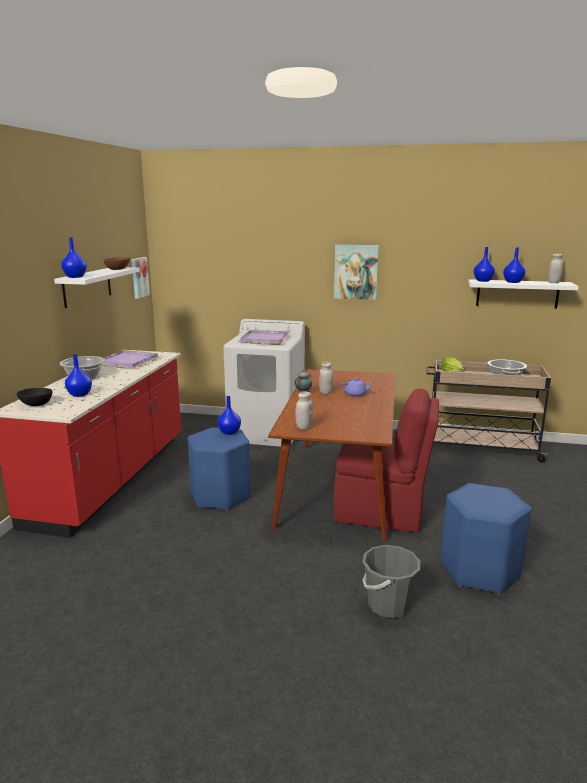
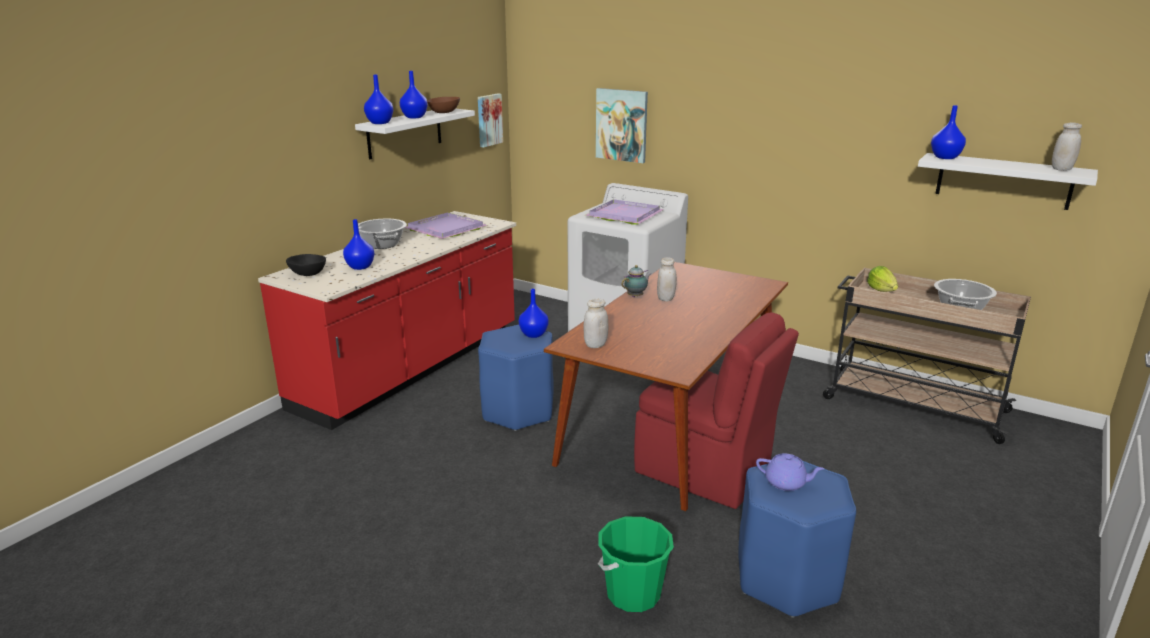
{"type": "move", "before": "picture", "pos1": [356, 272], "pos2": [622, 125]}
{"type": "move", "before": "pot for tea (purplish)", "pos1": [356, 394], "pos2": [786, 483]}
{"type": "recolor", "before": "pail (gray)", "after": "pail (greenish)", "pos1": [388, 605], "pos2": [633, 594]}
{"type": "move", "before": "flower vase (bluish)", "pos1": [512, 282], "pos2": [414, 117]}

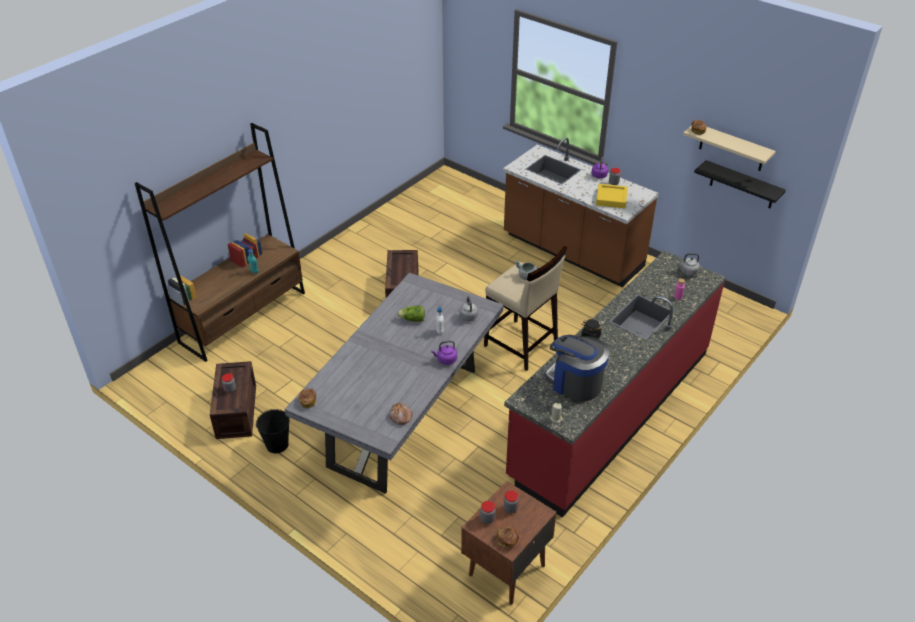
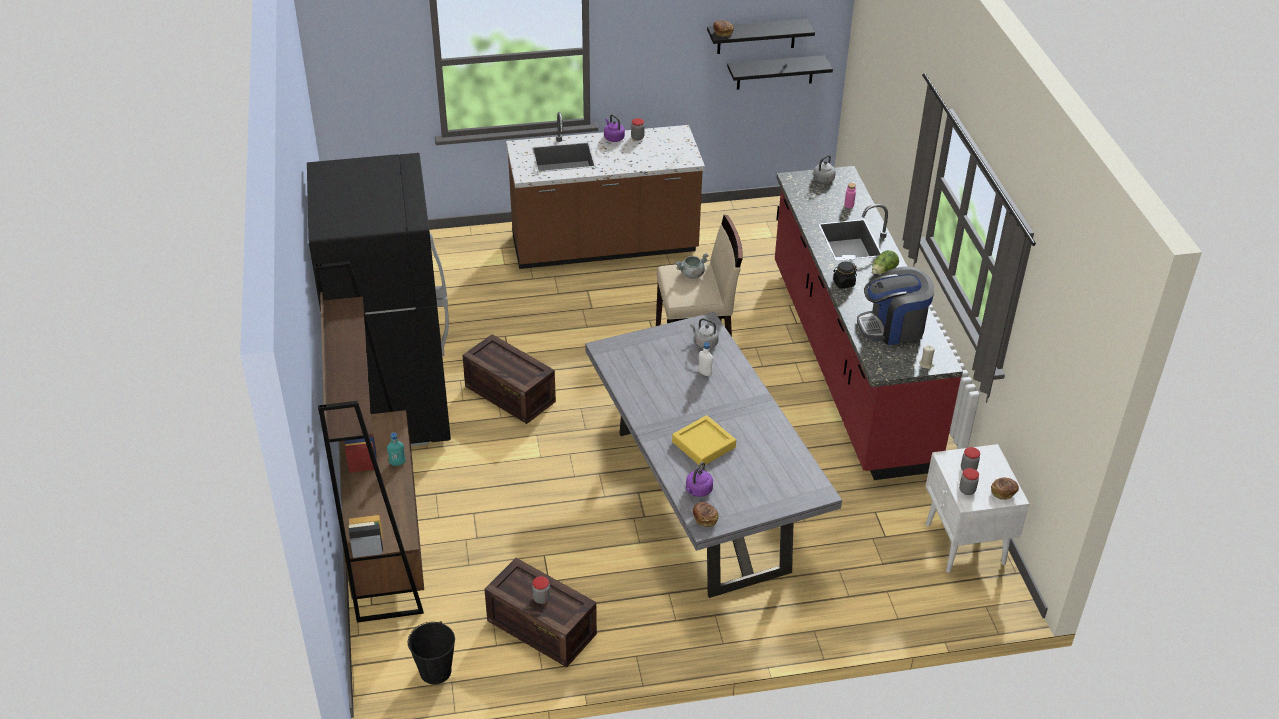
{"type": "move", "before": "pail (blackish)", "pos1": [277, 445], "pos2": [436, 671]}
{"type": "delete", "before": "bread", "pos1": [400, 416]}
{"type": "move", "before": "head of lettuce", "pos1": [412, 319], "pos2": [883, 271]}
{"type": "move", "before": "water kettle (purplish)", "pos1": [445, 360], "pos2": [698, 491]}
{"type": "recolor", "before": "nightstand (brown-coloured)", "after": "nightstand (whitish)", "pos1": [505, 570], "pos2": [964, 544]}
{"type": "move", "before": "tray (yellow)", "pos1": [611, 199], "pos2": [703, 444]}
{"type": "recolor", "before": "shelf (beige)", "after": "shelf (blackish)", "pos1": [732, 148], "pos2": [756, 36]}
{"type": "insert", "after": "refrigerator (blackish)", "pos2": [394, 408]}

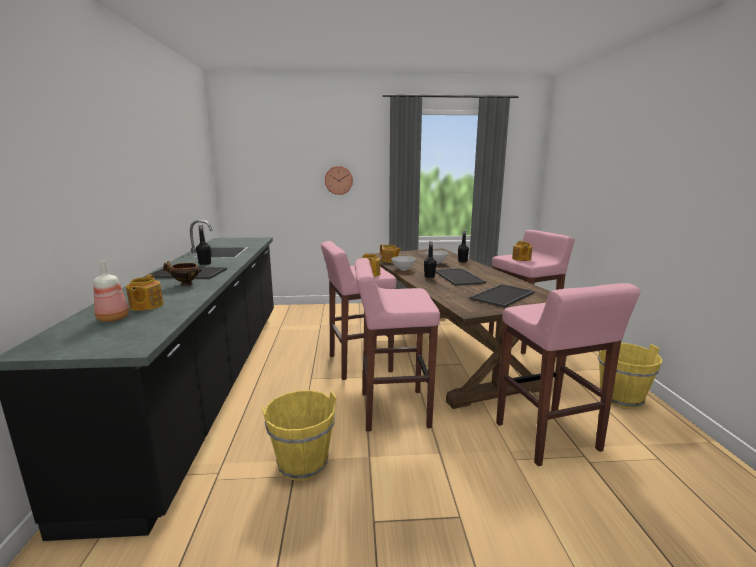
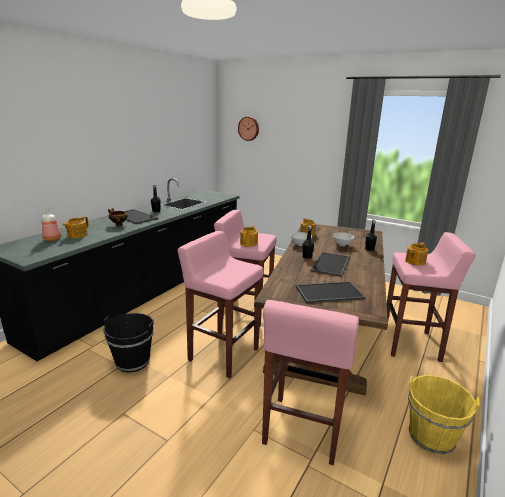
{"type": "recolor", "before": "pail (yellow)", "after": "pail (blackish)", "pos1": [303, 463], "pos2": [133, 361]}
{"type": "move", "before": "wall clock", "pos1": [338, 180], "pos2": [249, 128]}

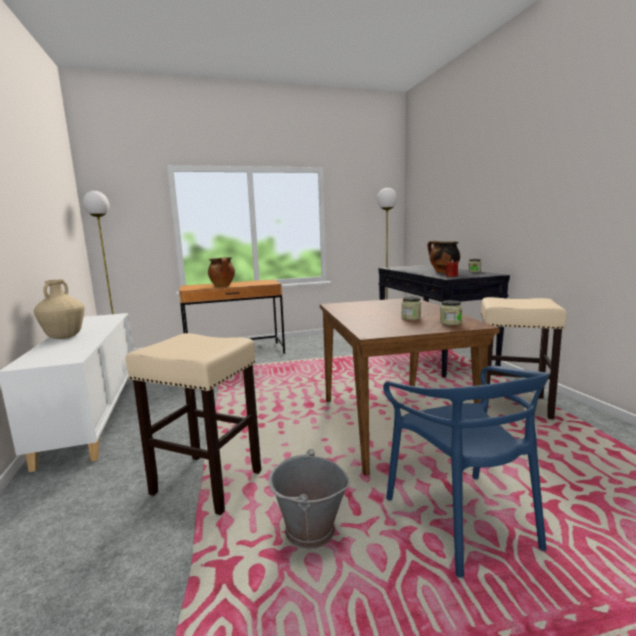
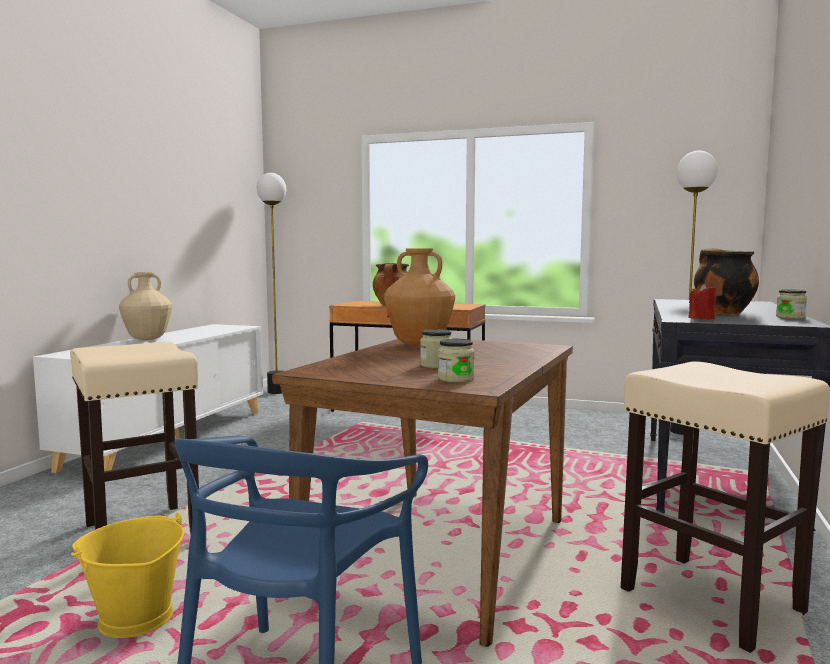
{"type": "recolor", "before": "pail (gray)", "after": "pail (yellow)", "pos1": [309, 531], "pos2": [135, 619]}
{"type": "insert", "after": "flower vase (brown-coloured)", "pos2": [418, 345]}

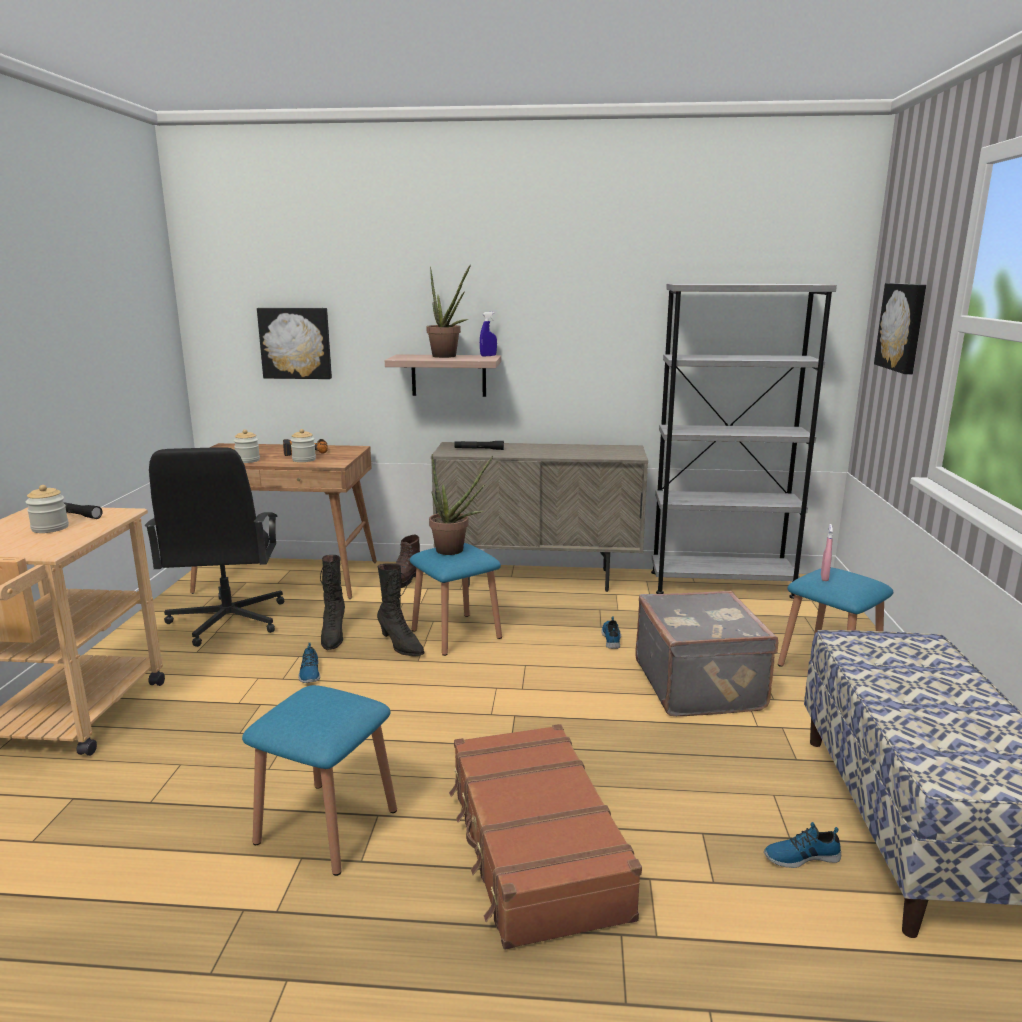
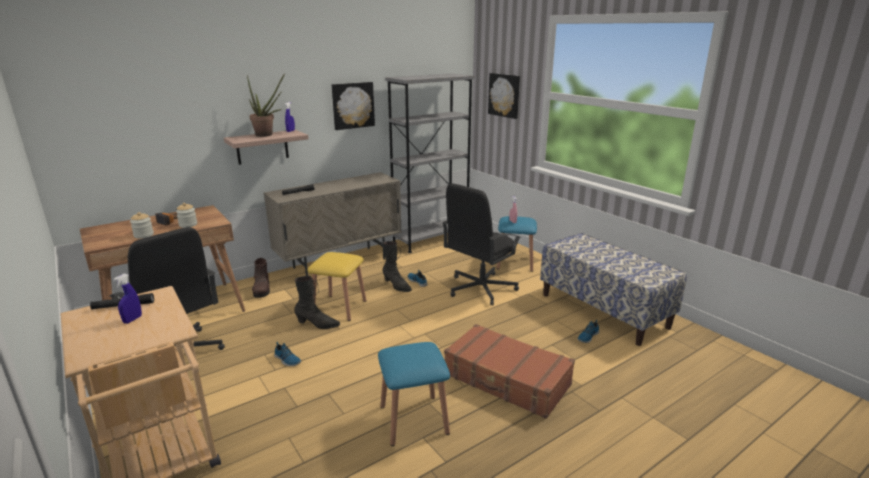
{"type": "replace", "before": "jar", "after": "hand sprayer (bluish)", "pos1": [50, 528], "pos2": [132, 319]}
{"type": "move", "before": "picture", "pos1": [296, 343], "pos2": [352, 105]}
{"type": "move", "before": "tall boot (blackish)", "pos1": [333, 636], "pos2": [396, 286]}
{"type": "recolor", "before": "sitting stool (bluish)", "after": "sitting stool (yellow)", "pos1": [456, 634], "pos2": [339, 307]}
{"type": "delete", "before": "potted plant", "pos1": [455, 551]}
{"type": "replace", "before": "piece of luggage (gray)", "after": "computer chair (blackish)", "pos1": [700, 685], "pos2": [480, 288]}

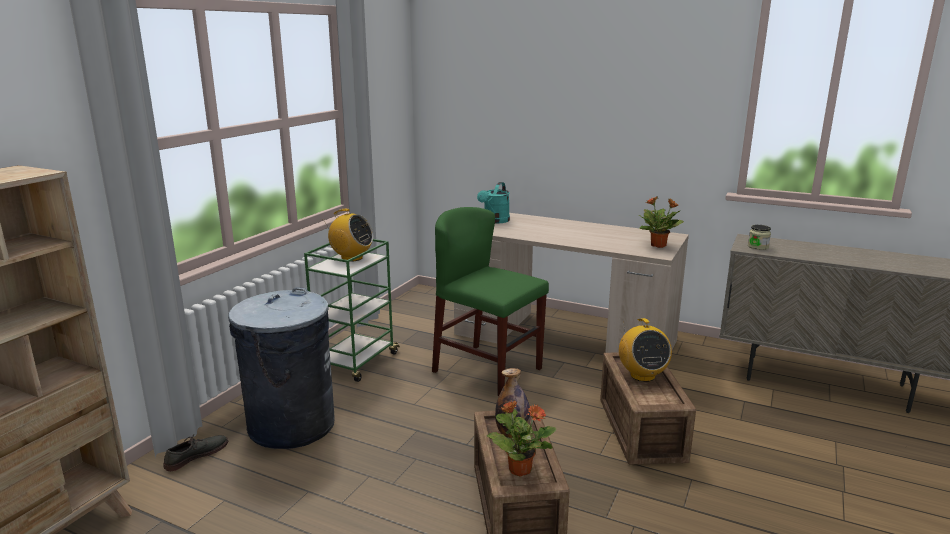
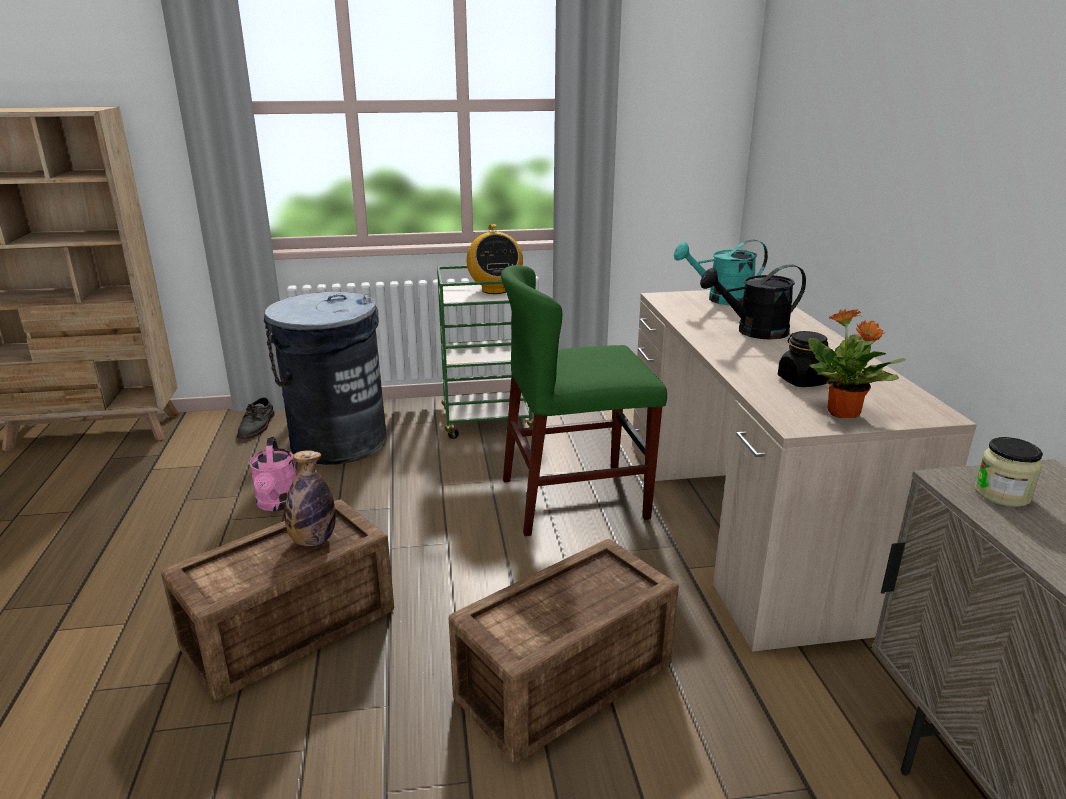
{"type": "rotate", "before": "low shoe (gray)", "pos1": [196, 455], "pos2": [257, 426], "turn": 90}
{"type": "rotate", "before": "plain chair (greenish)", "pos1": [487, 370], "pos2": [574, 498], "turn": -105}
{"type": "delete", "before": "potted plant", "pos1": [519, 469]}
{"type": "delete", "before": "radio receiver", "pos1": [642, 375]}
{"type": "insert", "after": "watering pot (pinkish)", "pos2": [278, 504]}
{"type": "insert", "after": "watering pot (blackish)", "pos2": [753, 332]}
{"type": "insert", "after": "jar (blackish)", "pos2": [802, 381]}

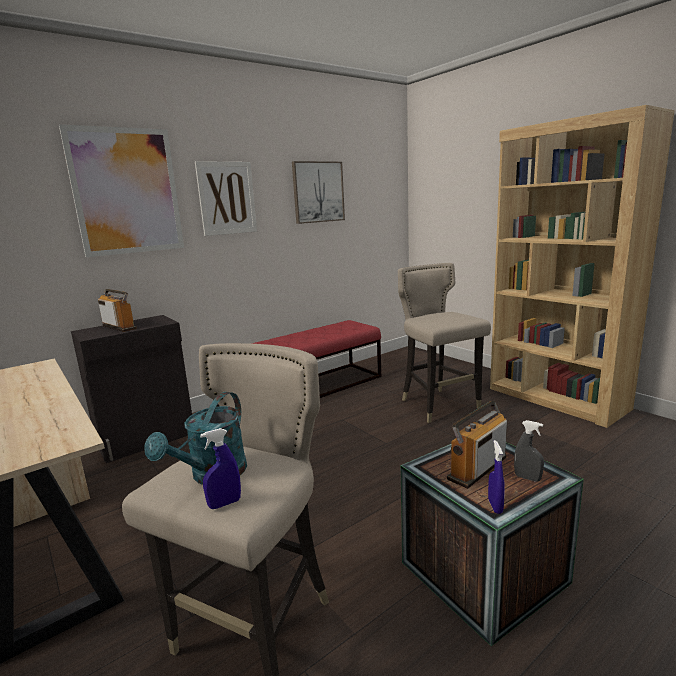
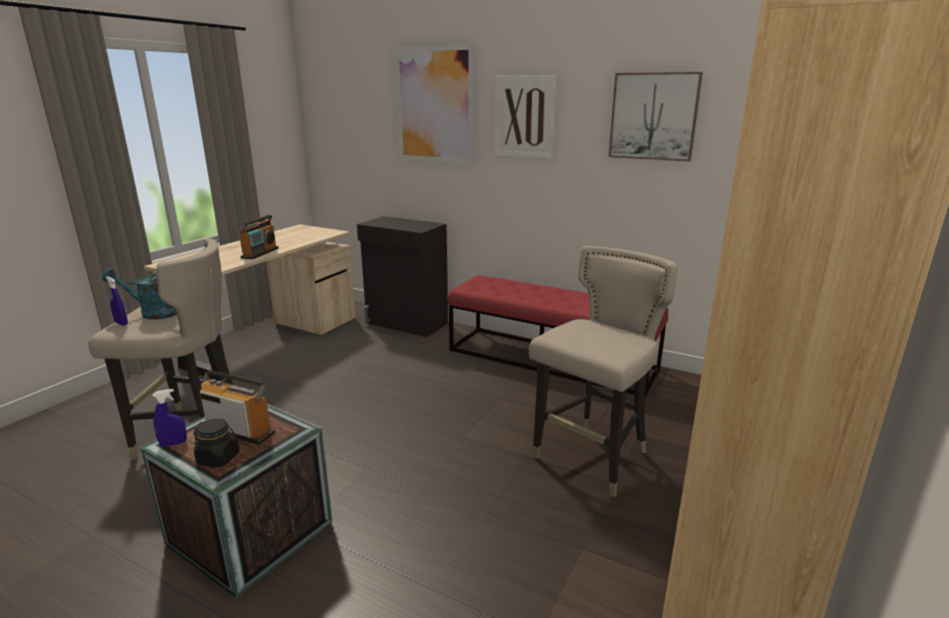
{"type": "move", "before": "radio receiver", "pos1": [119, 327], "pos2": [260, 253]}
{"type": "replace", "before": "hand sprayer (gray)", "after": "jar (blackish)", "pos1": [527, 478], "pos2": [218, 458]}

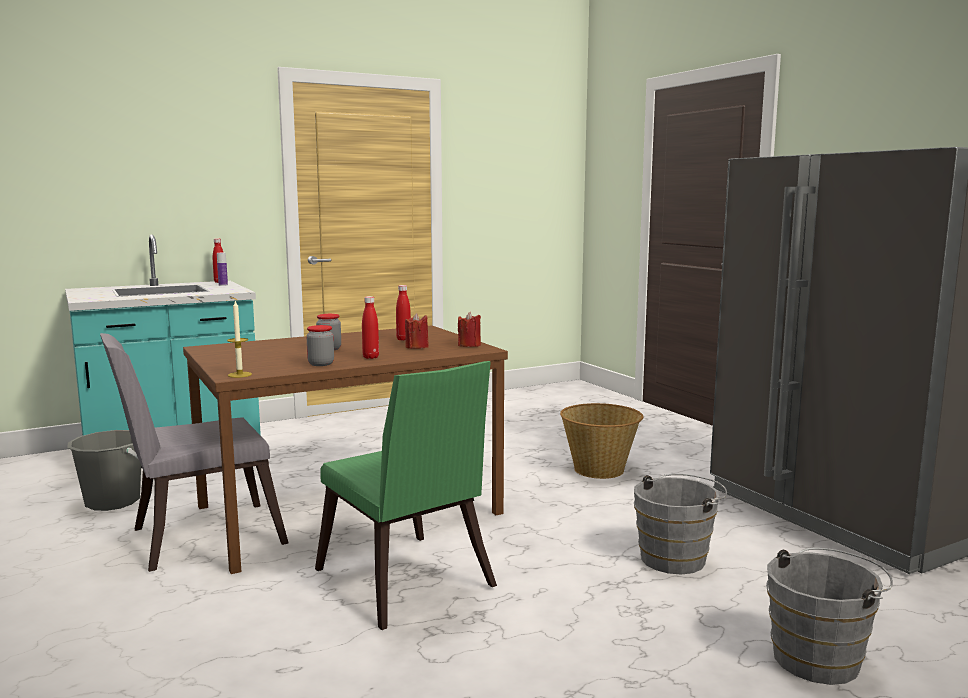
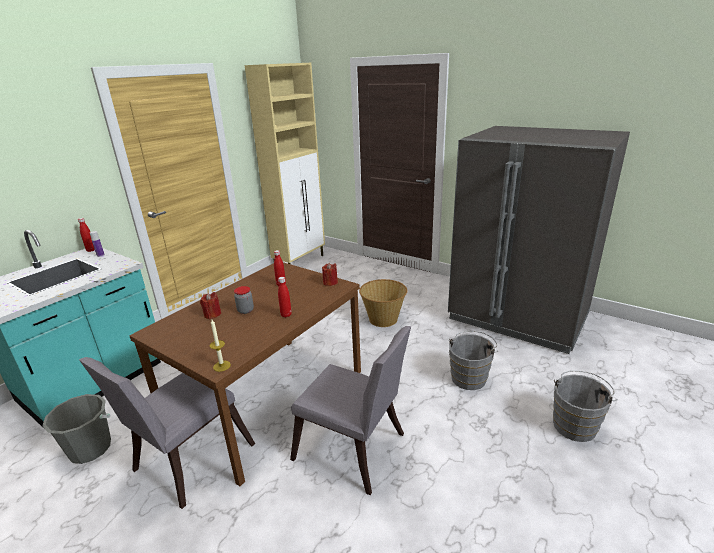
{"type": "delete", "before": "jar", "pos1": [321, 364]}
{"type": "recolor", "before": "plain chair (greenish)", "after": "plain chair (gray)", "pos1": [407, 584], "pos2": [354, 451]}
{"type": "move", "before": "wax light (red)", "pos1": [417, 347], "pos2": [212, 314]}
{"type": "insert", "after": "cupboard (beige)", "pos2": [300, 261]}

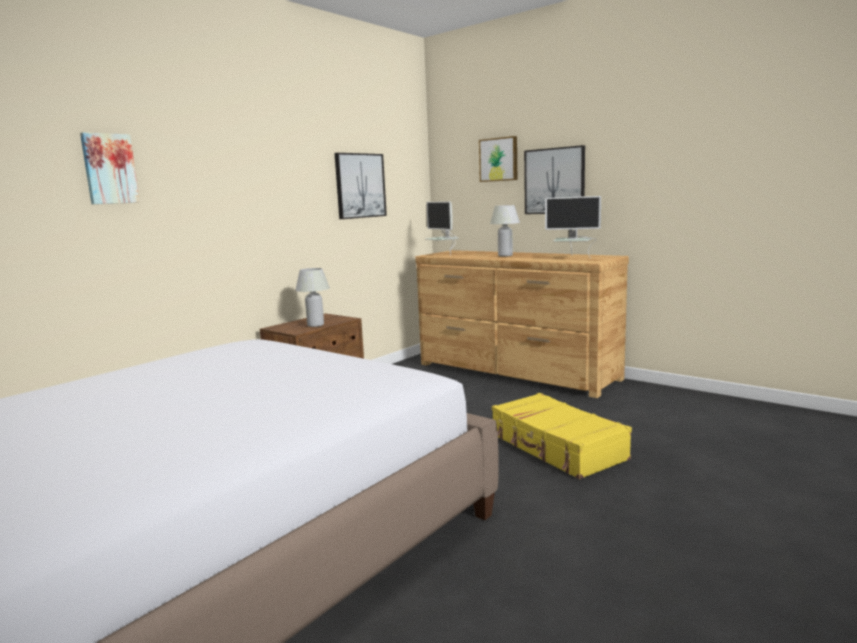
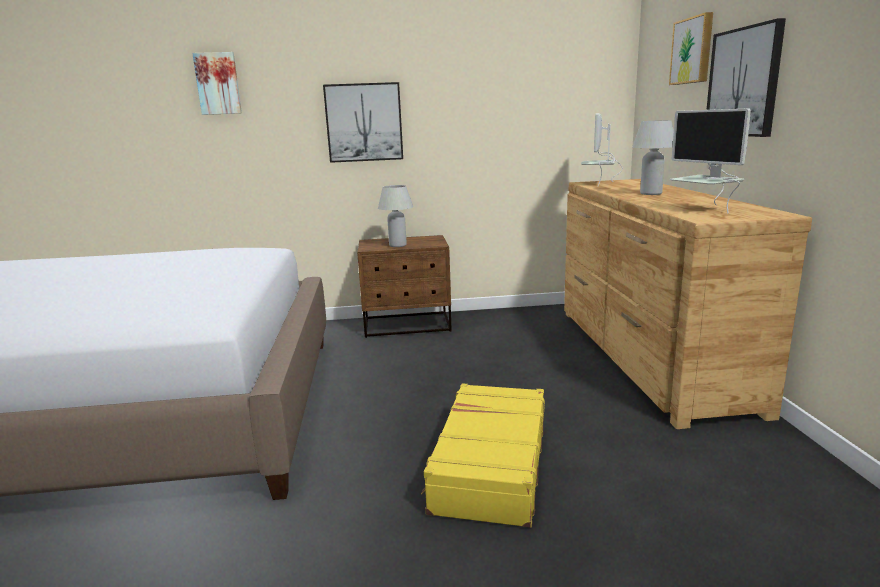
{"type": "move", "before": "picture", "pos1": [360, 186], "pos2": [364, 122]}

